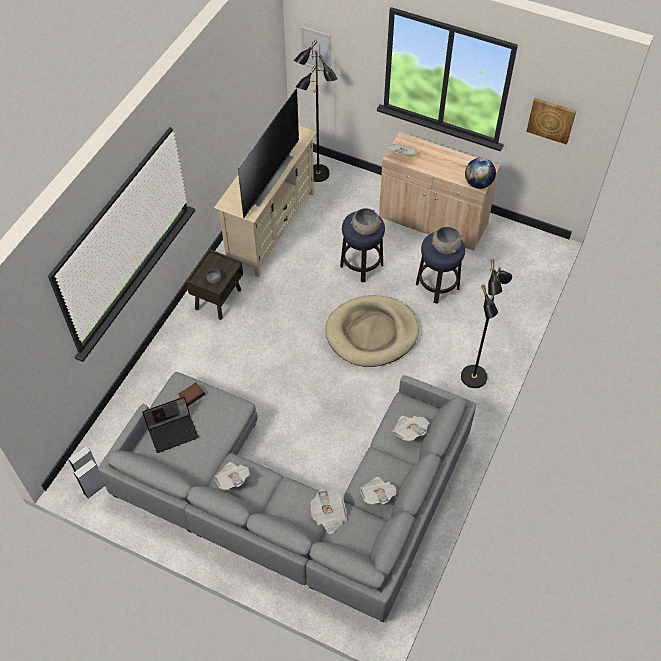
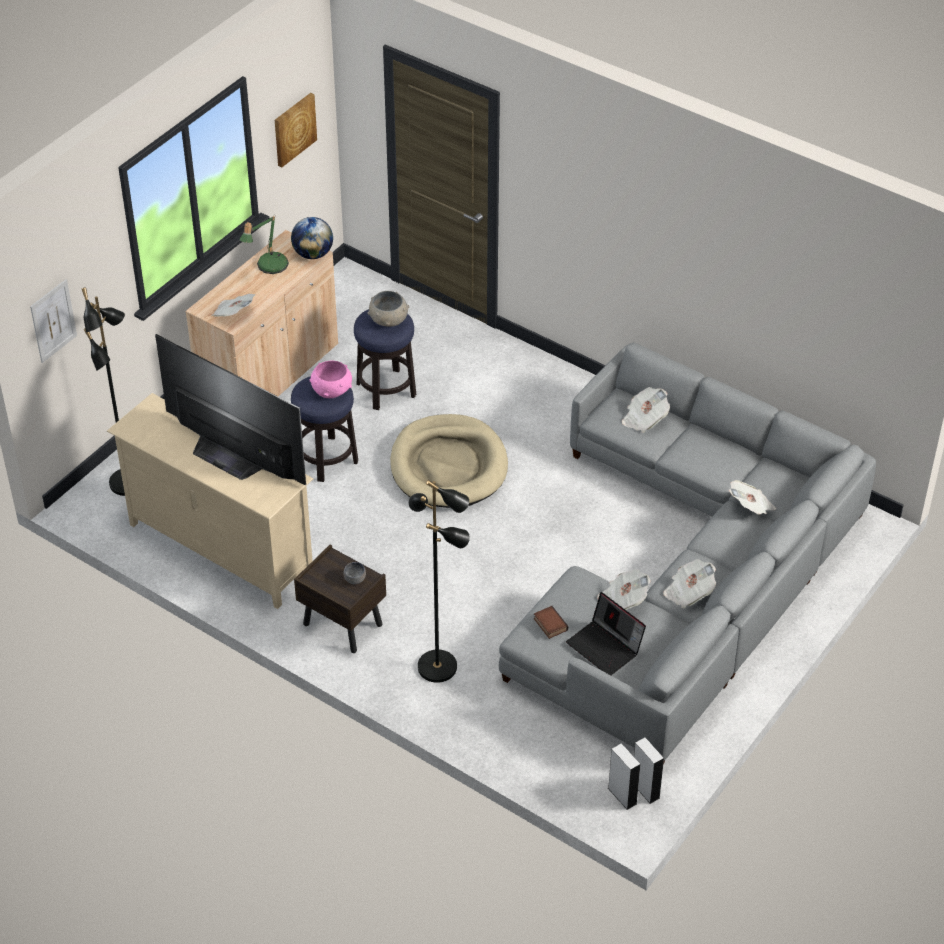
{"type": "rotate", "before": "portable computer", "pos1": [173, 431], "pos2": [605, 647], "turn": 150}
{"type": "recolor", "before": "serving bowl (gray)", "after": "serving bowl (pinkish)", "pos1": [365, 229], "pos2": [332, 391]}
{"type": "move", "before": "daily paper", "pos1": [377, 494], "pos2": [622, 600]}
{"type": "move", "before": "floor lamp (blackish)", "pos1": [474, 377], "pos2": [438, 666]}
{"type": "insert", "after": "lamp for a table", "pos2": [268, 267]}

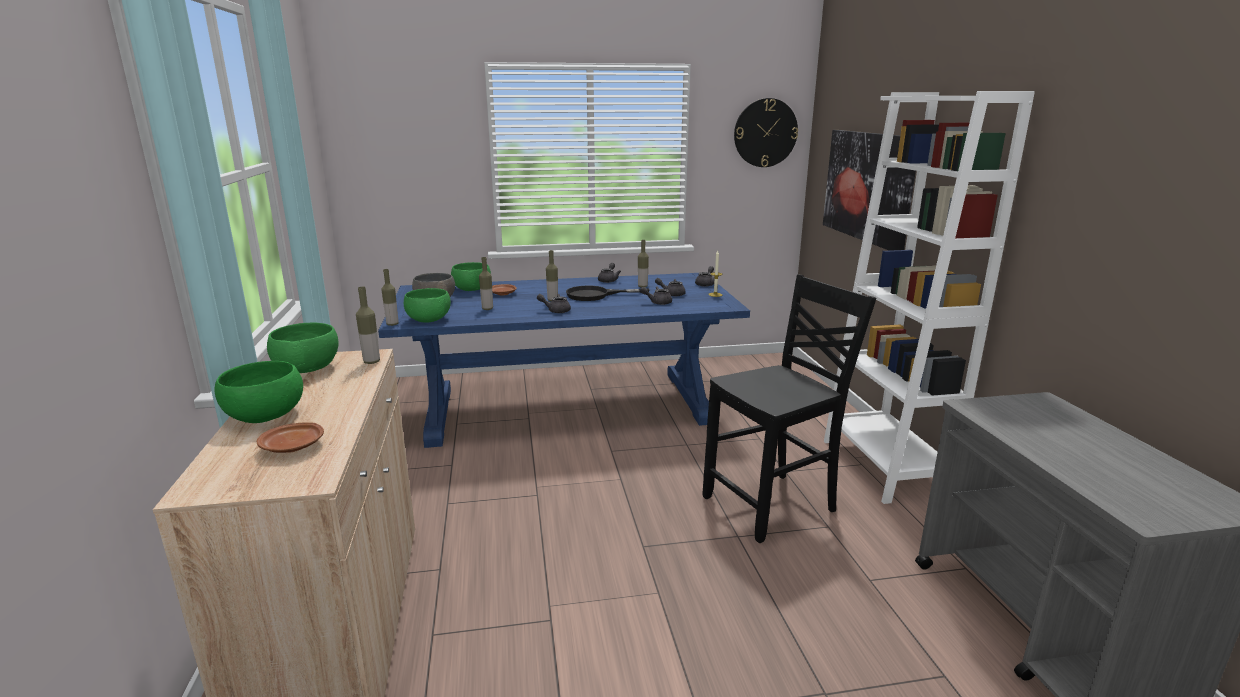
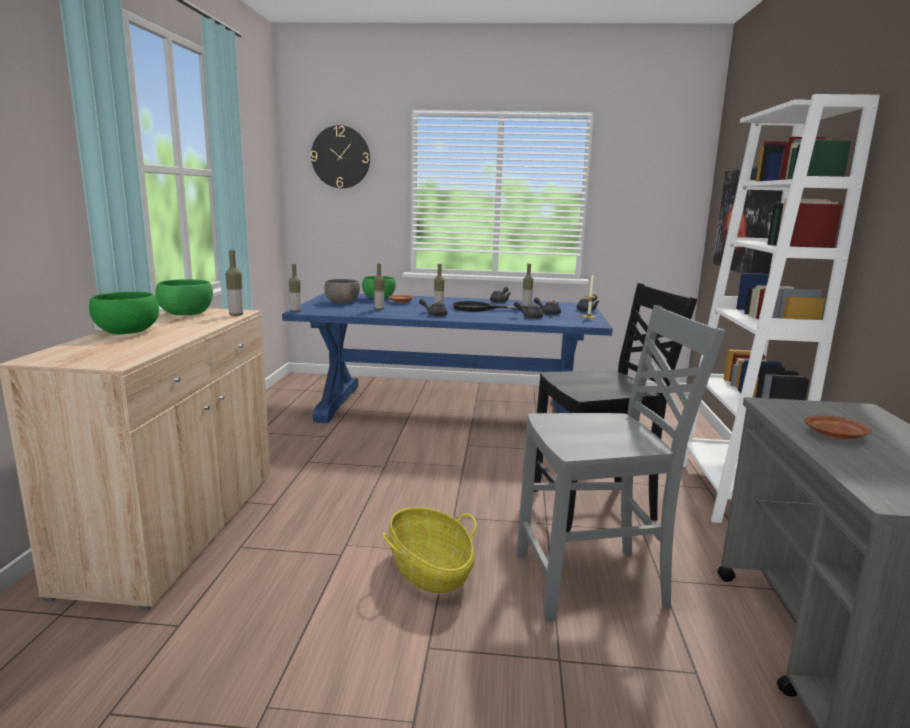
{"type": "move", "before": "plate (brown-coloured)", "pos1": [294, 447], "pos2": [835, 436]}
{"type": "delete", "before": "serving bowl (greenish)", "pos1": [428, 319]}
{"type": "move", "before": "wall clock", "pos1": [765, 133], "pos2": [340, 157]}
{"type": "insert", "after": "household basket", "pos2": [430, 570]}
{"type": "insert", "after": "plain chair (gray)", "pos2": [594, 582]}

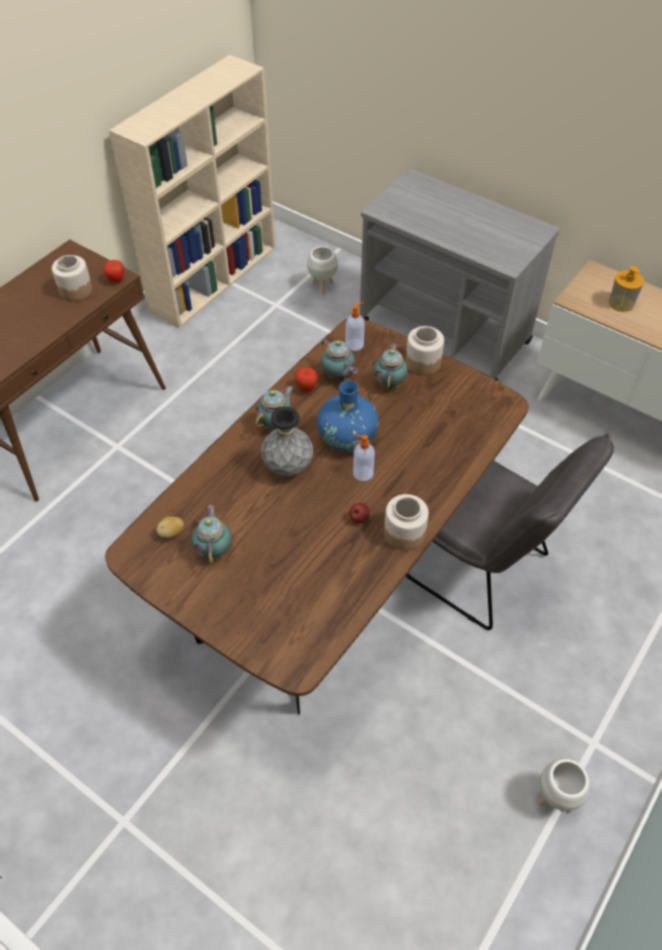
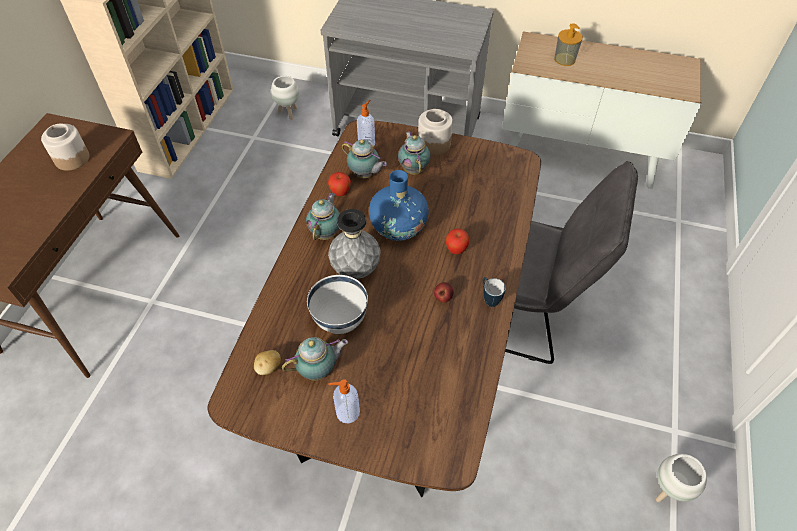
{"type": "move", "before": "apple", "pos1": [116, 280], "pos2": [456, 250]}
{"type": "rotate", "before": "pot for tea", "pos1": [214, 550], "pos2": [319, 371], "turn": 90}
{"type": "move", "before": "liquid soap bottle", "pos1": [362, 473], "pos2": [347, 412]}
{"type": "replace", "before": "jar", "after": "tea mug", "pos1": [404, 533], "pos2": [489, 299]}
{"type": "insert", "after": "serving bowl (whitish)", "pos2": [340, 322]}

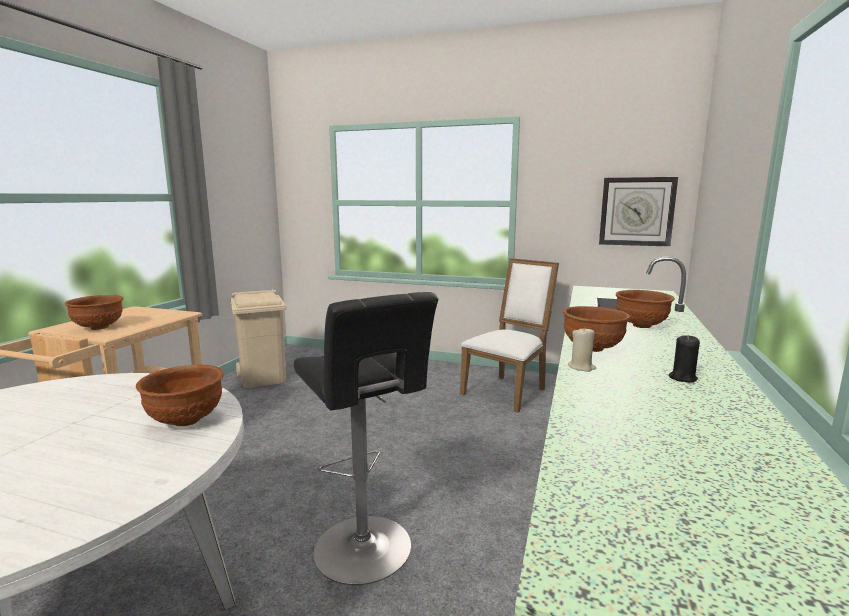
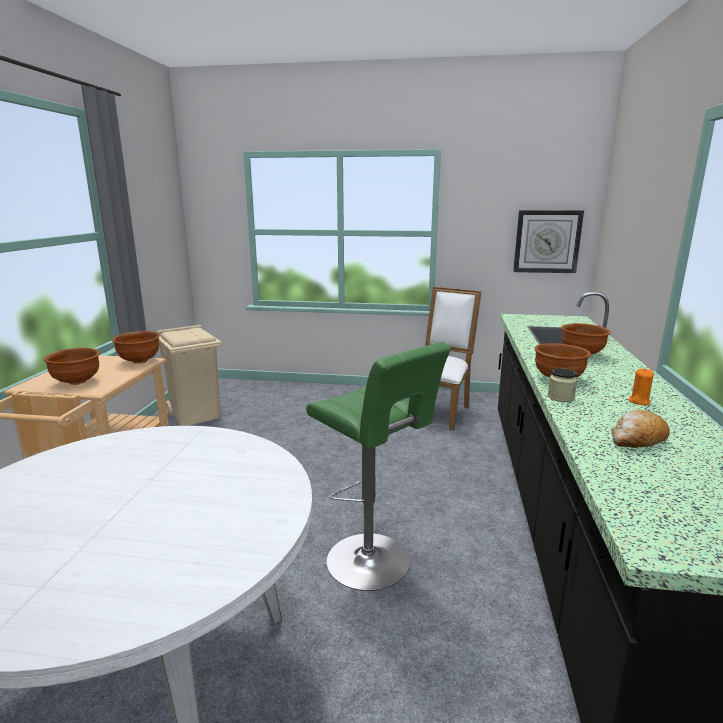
{"type": "move", "before": "serving bowl (brown-coloured)", "pos1": [185, 421], "pos2": [139, 361]}
{"type": "recolor", "before": "sitting stool (blackish)", "after": "sitting stool (greenish)", "pos1": [366, 552], "pos2": [373, 563]}
{"type": "replace", "before": "wax light (beige)", "after": "jar", "pos1": [581, 367], "pos2": [560, 397]}
{"type": "recolor", "before": "wax light (blackish)", "after": "wax light (orange-coloured)", "pos1": [682, 378], "pos2": [638, 401]}
{"type": "insert", "after": "bread", "pos2": [637, 440]}

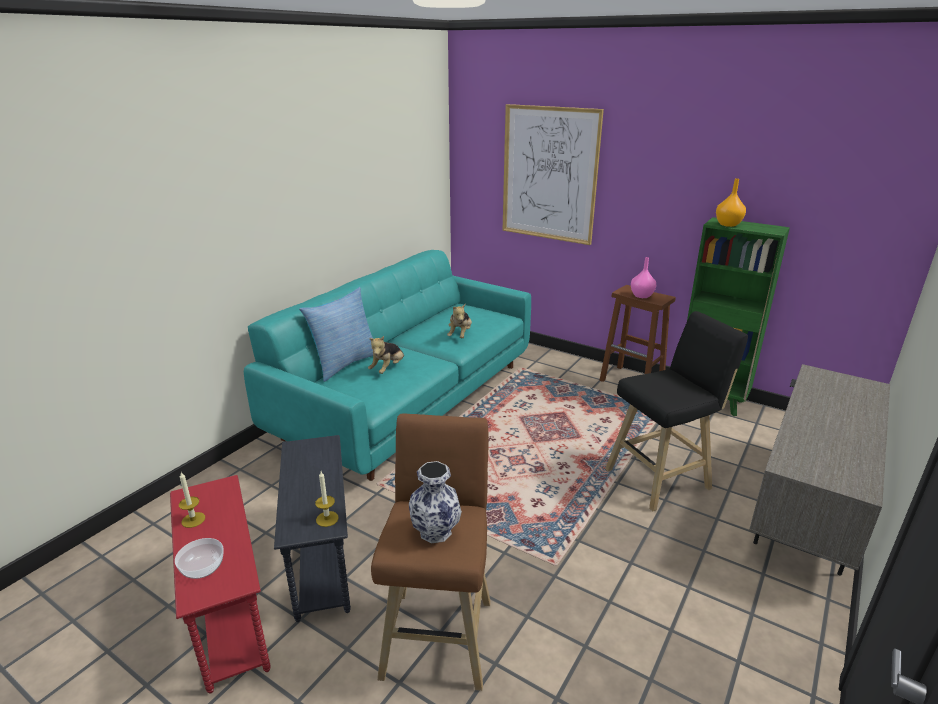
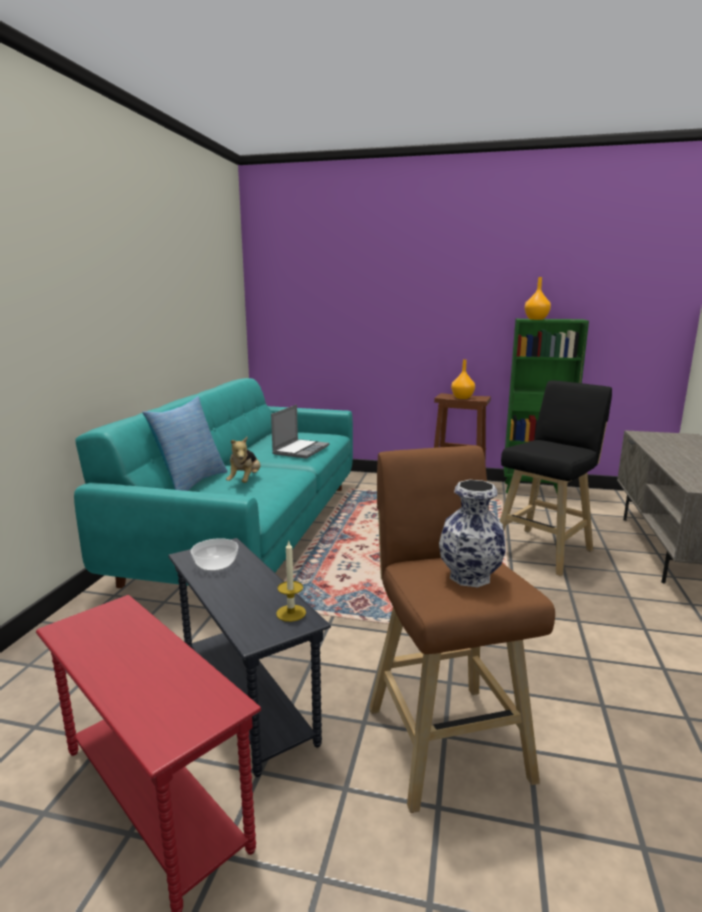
{"type": "move", "before": "serving bowl", "pos1": [202, 567], "pos2": [215, 565]}
{"type": "delete", "before": "wax light", "pos1": [193, 520]}
{"type": "replace", "before": "cuddly toy", "after": "portable computer", "pos1": [460, 335], "pos2": [300, 450]}
{"type": "delete", "before": "picture", "pos1": [549, 174]}
{"type": "recolor", "before": "flower vase (pinkish)", "after": "flower vase (orange-coloured)", "pos1": [641, 296], "pos2": [462, 398]}

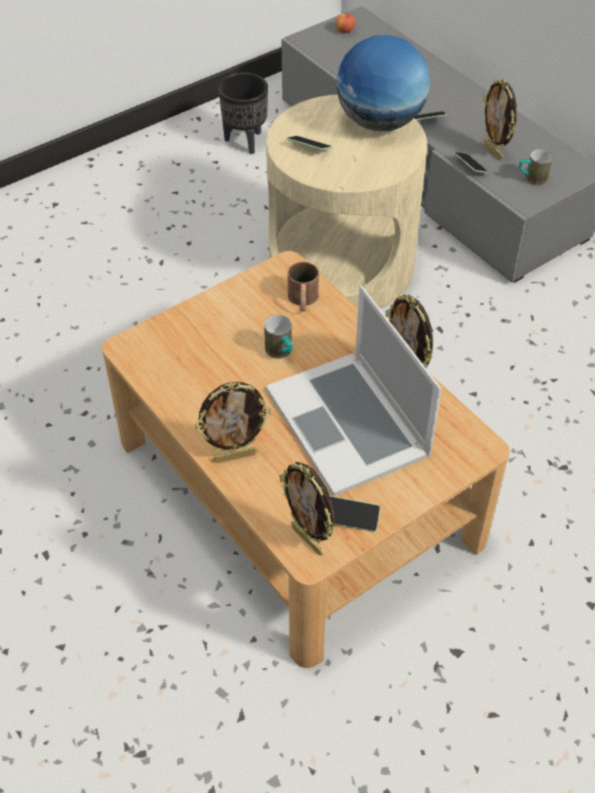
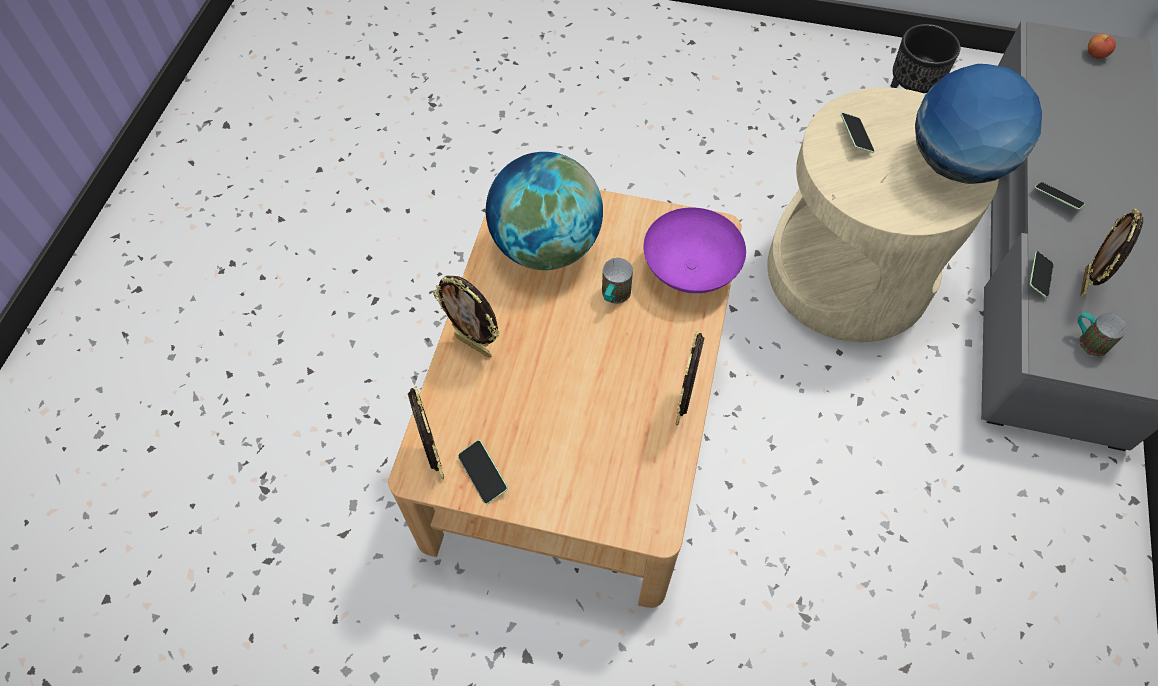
{"type": "delete", "before": "portable computer", "pos1": [348, 421]}
{"type": "rotate", "before": "standing frame", "pos1": [308, 539], "pos2": [435, 459], "turn": 150}
{"type": "replace", "before": "tea mug (brown-coloured)", "after": "serving bowl (purplish)", "pos1": [303, 300], "pos2": [689, 269]}
{"type": "insert", "after": "globe", "pos2": [546, 246]}

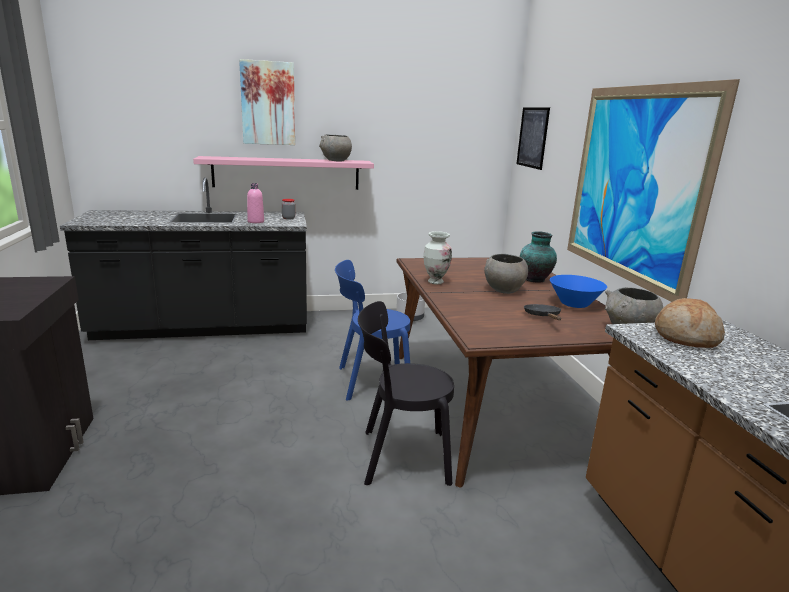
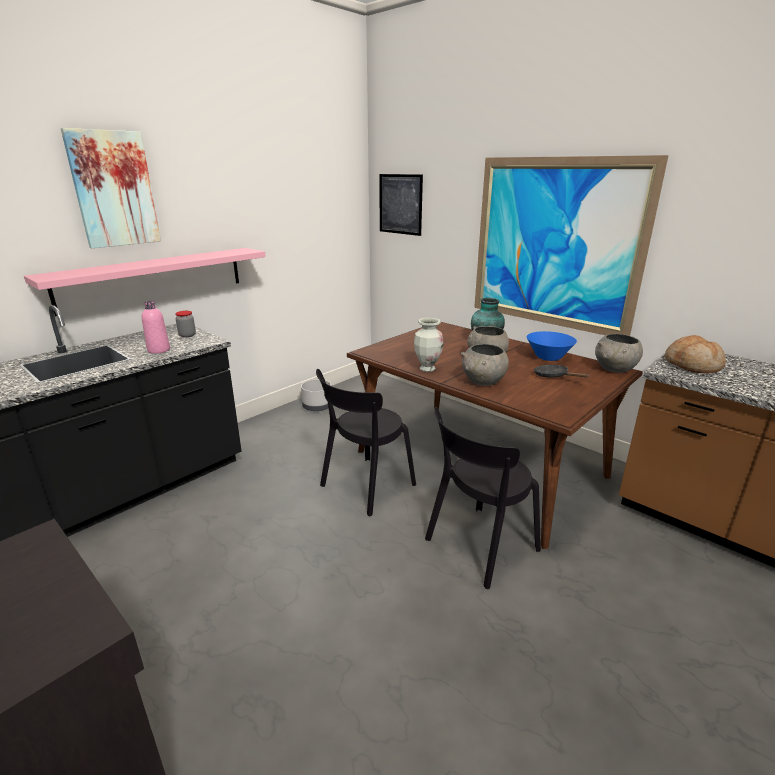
{"type": "move", "before": "serving bowl (gray)", "pos1": [335, 160], "pos2": [483, 382]}
{"type": "recolor", "before": "plain chair (bluish)", "after": "plain chair (blackish)", "pos1": [369, 381], "pos2": [364, 487]}

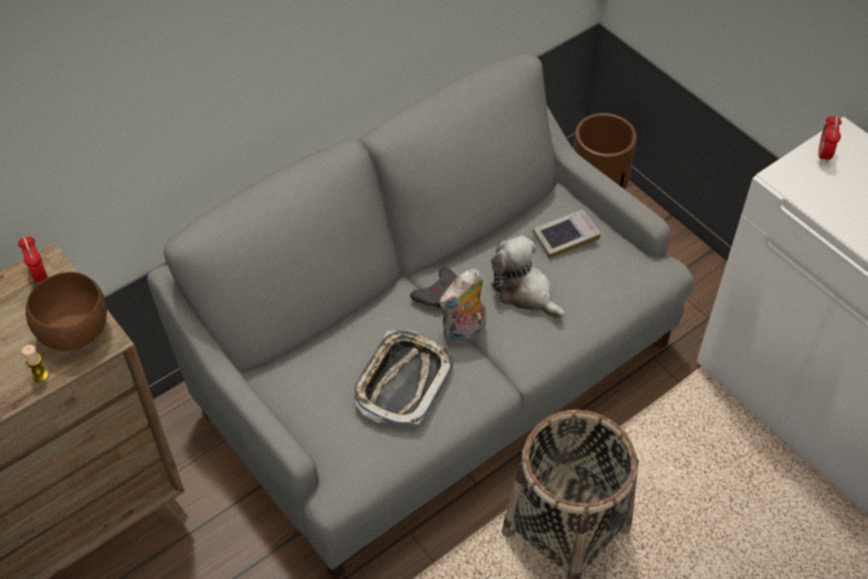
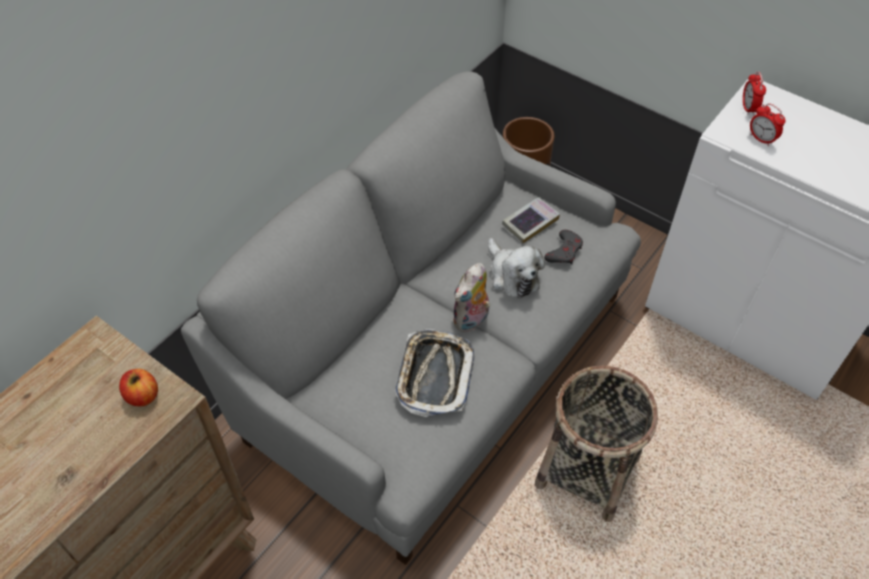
{"type": "move", "before": "bedside clock", "pos1": [39, 275], "pos2": [761, 139]}
{"type": "delete", "before": "wax light", "pos1": [40, 376]}
{"type": "replace", "before": "serving bowl (brown-coloured)", "after": "apple", "pos1": [75, 330], "pos2": [142, 396]}
{"type": "move", "before": "gamepad (gray)", "pos1": [437, 292], "pos2": [564, 251]}
{"type": "rotate", "before": "cuddly toy", "pos1": [524, 291], "pos2": [512, 275], "turn": -150}

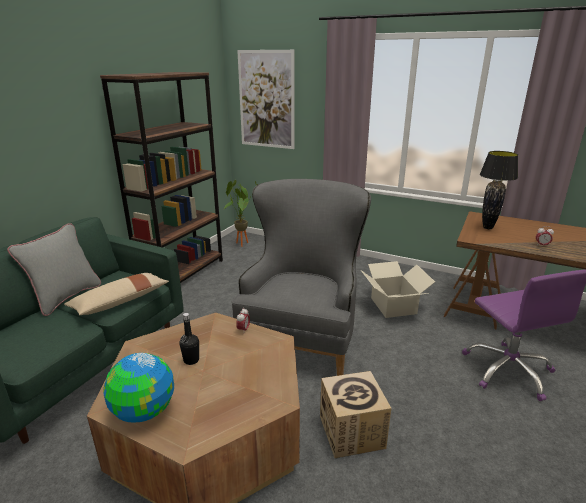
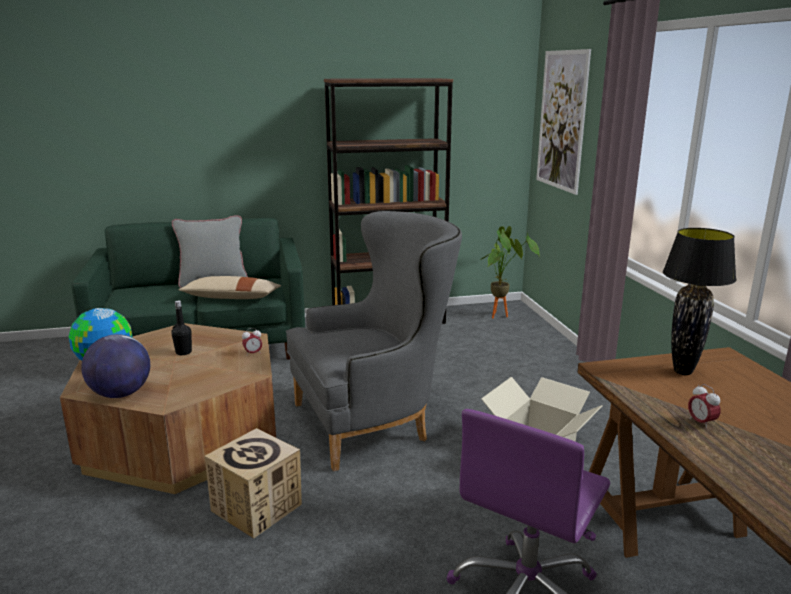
{"type": "insert", "after": "globe", "pos2": [120, 394]}

